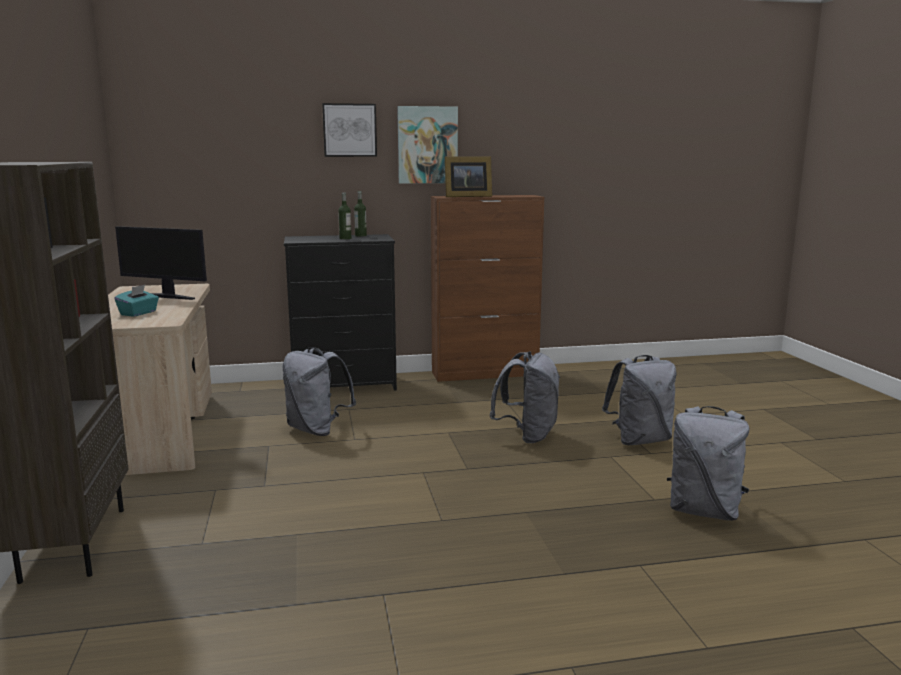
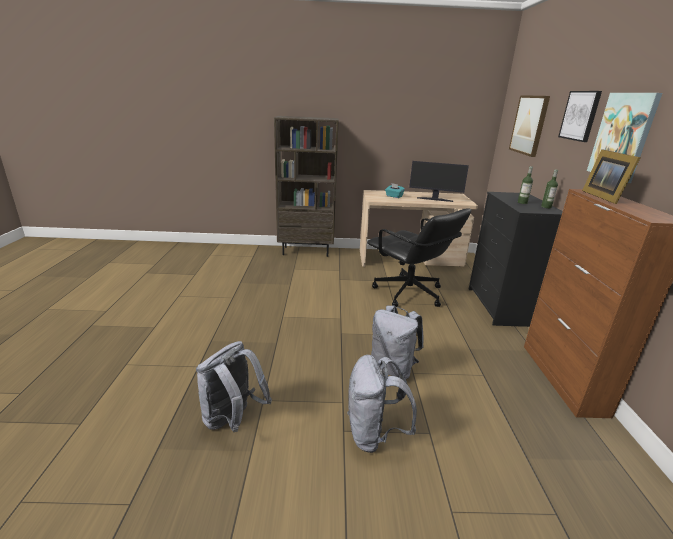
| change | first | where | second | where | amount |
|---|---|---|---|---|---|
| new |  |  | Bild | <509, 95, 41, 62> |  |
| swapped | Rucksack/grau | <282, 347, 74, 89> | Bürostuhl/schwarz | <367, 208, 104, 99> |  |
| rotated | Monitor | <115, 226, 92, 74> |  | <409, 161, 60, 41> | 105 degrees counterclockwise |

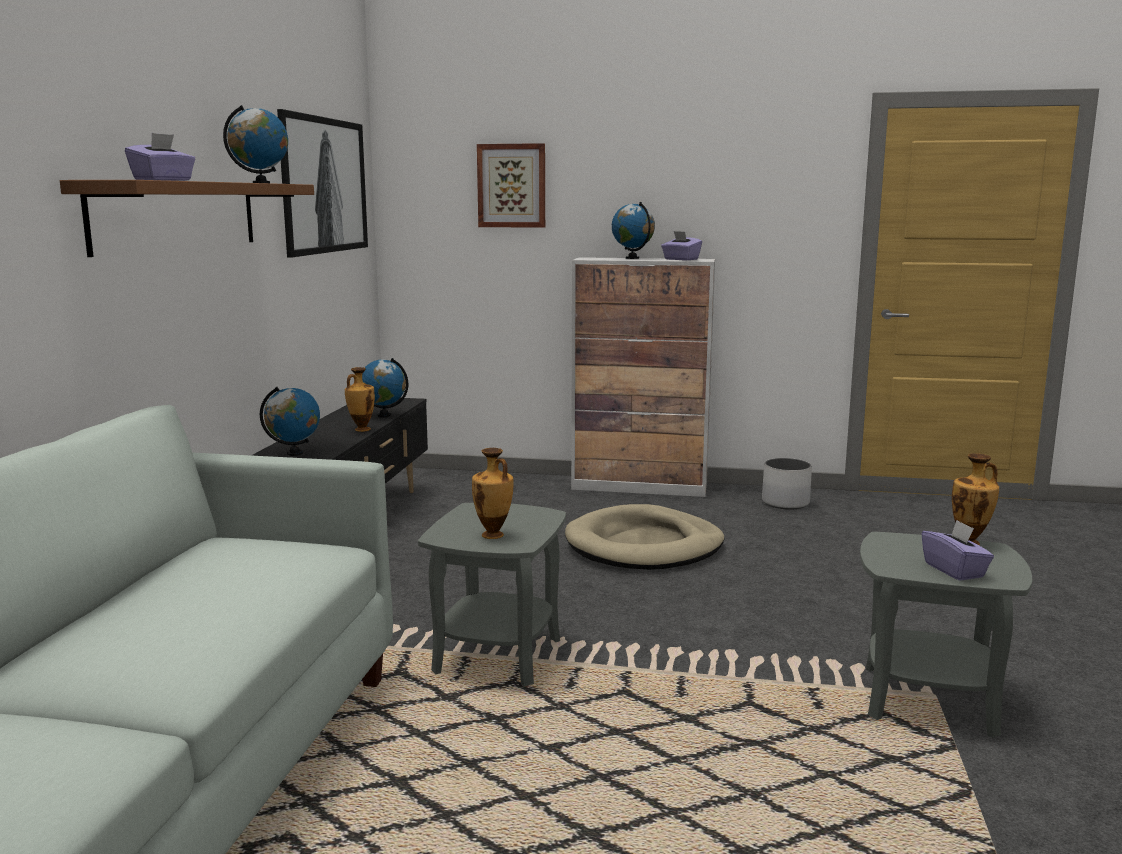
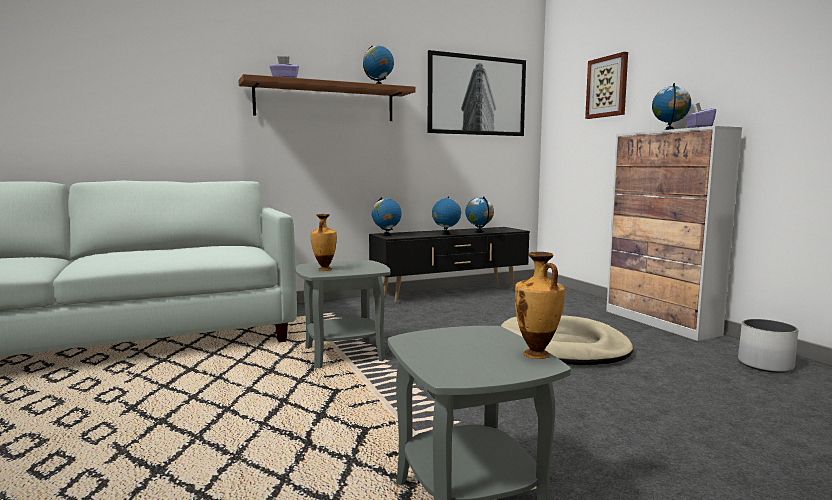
| change | first | where | second | where | amount |
|---|---|---|---|---|---|
| gone | Taschentuchbox/lila | <921, 520, 73, 61> |  |  |  |
| swapped | Vase | <345, 367, 30, 65> | Globus | <432, 196, 29, 39> |  |

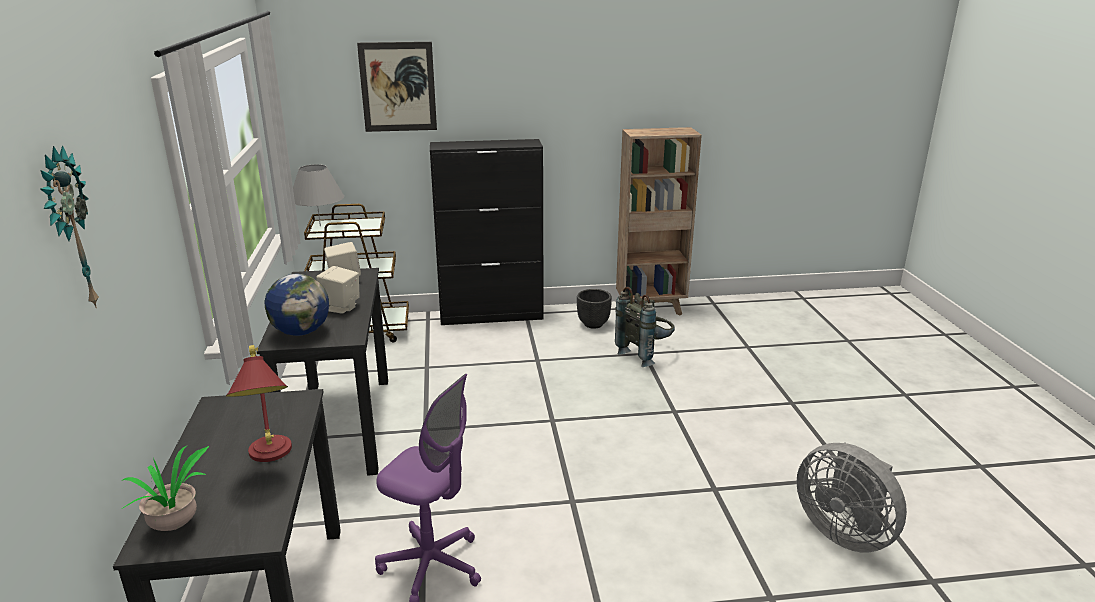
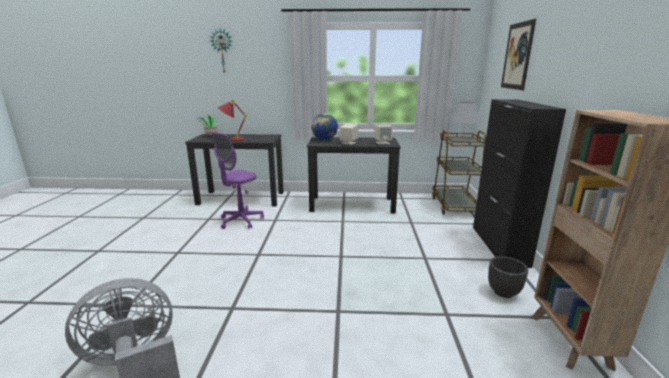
| change | first | where | second | where | amount |
|---|---|---|---|---|---|
| gone | Rucksack/grau | <615, 287, 60, 80> |  |  |  |

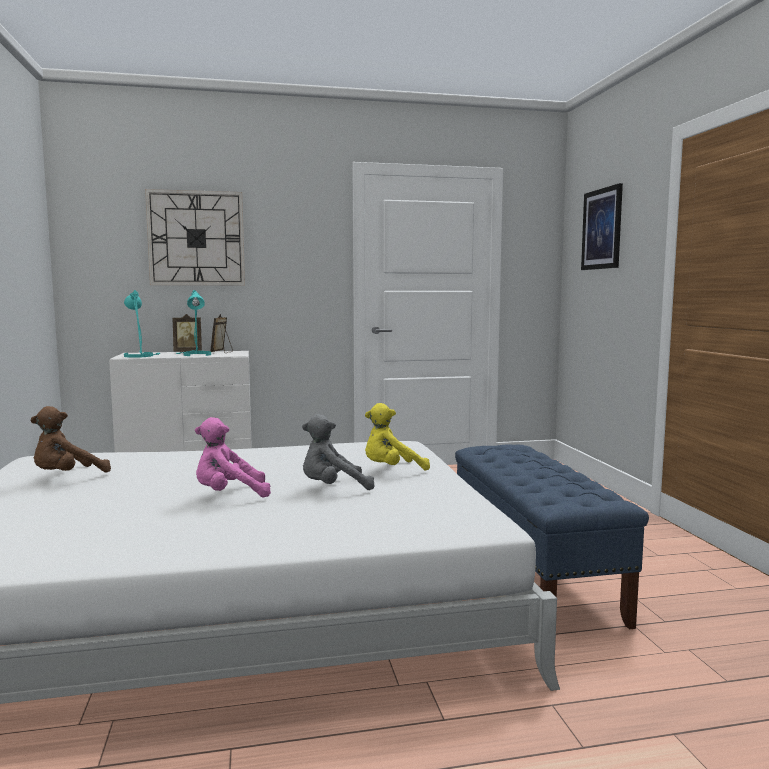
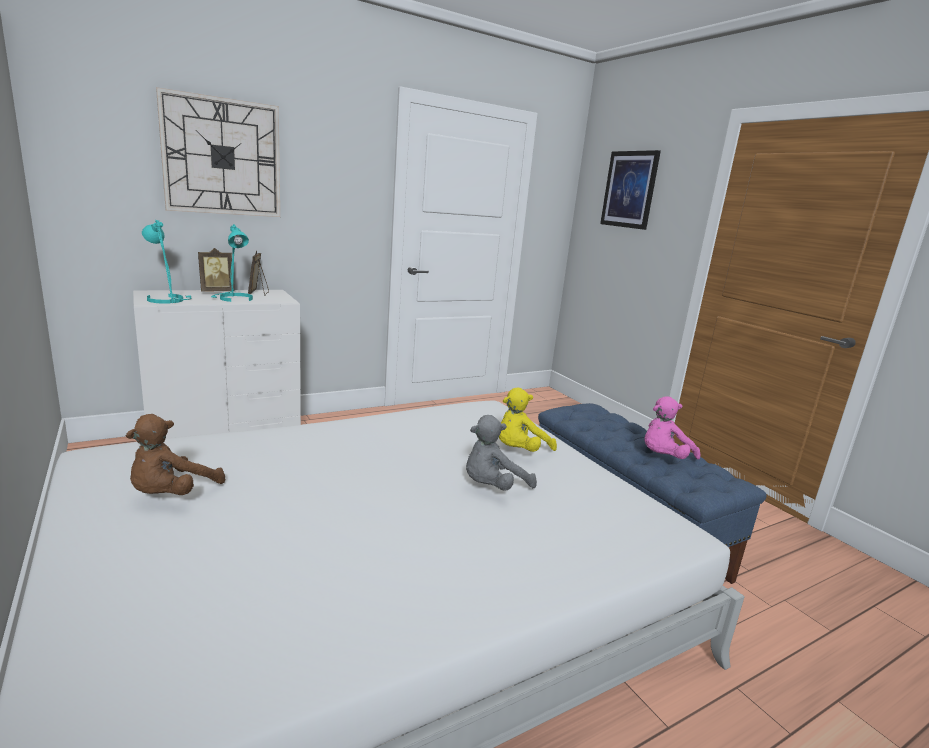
| change | first | where | second | where | amount |
|---|---|---|---|---|---|
| shifted | Plüschtier/rosa | <195, 417, 76, 80> |  | <644, 396, 57, 63> |  |

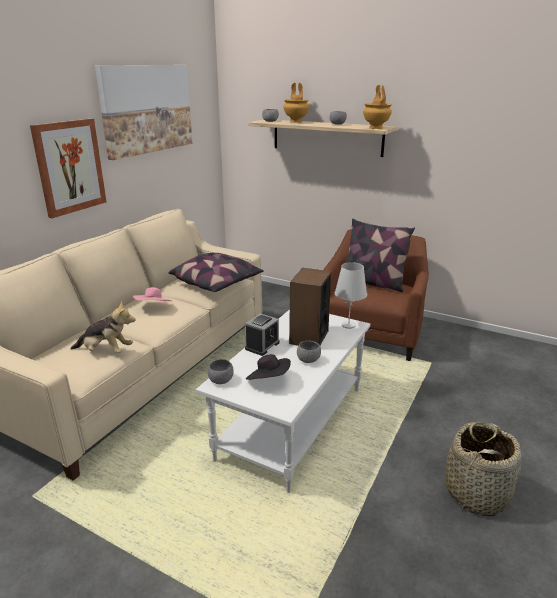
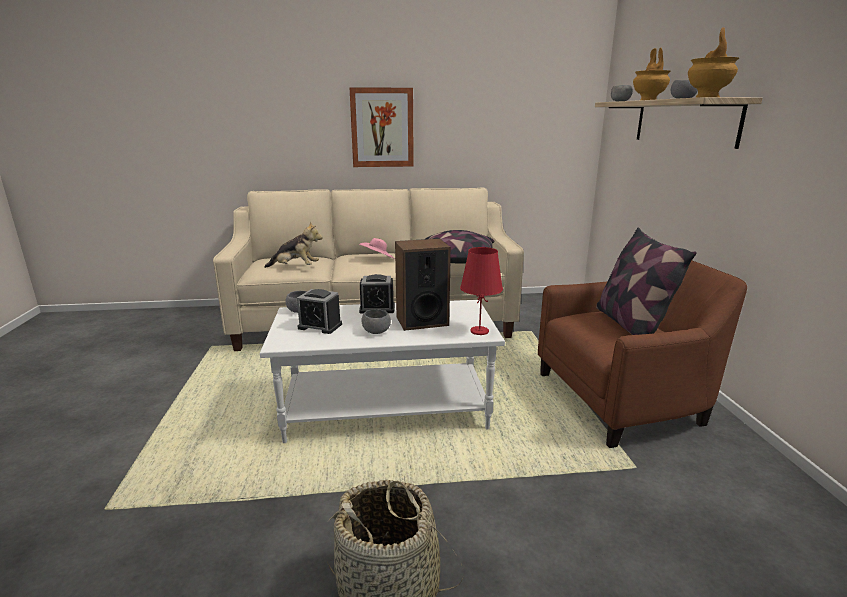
| change | first | where | second | where | amount |
|---|---|---|---|---|---|
| gone | Bild | <95, 65, 97, 95> |  |  |  |
| swapped | Hut/schwarz | <246, 354, 45, 26> | Wecker | <297, 289, 45, 45> |  |
| repainted | Tischlampe/weiß | <335, 262, 32, 67> | Tischlampe/rot | <460, 247, 43, 88> |  |
| rotated | Plüschtier | <71, 301, 65, 52> |  | <264, 222, 59, 46> | 60 degrees counterclockwise |

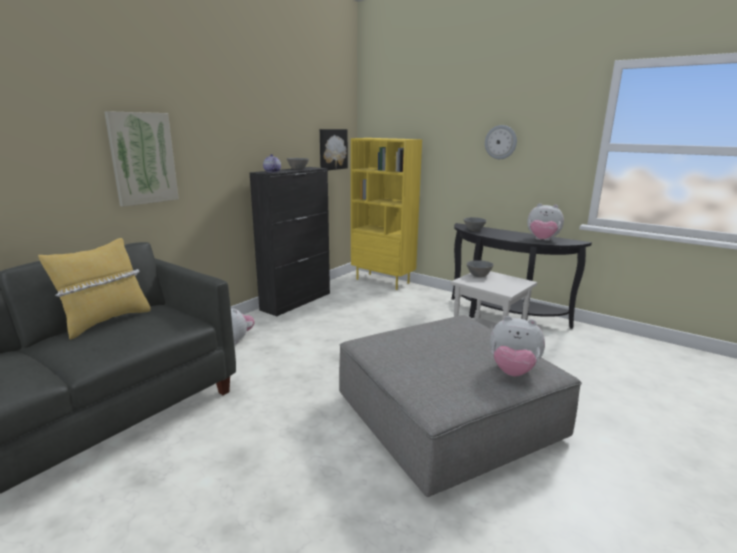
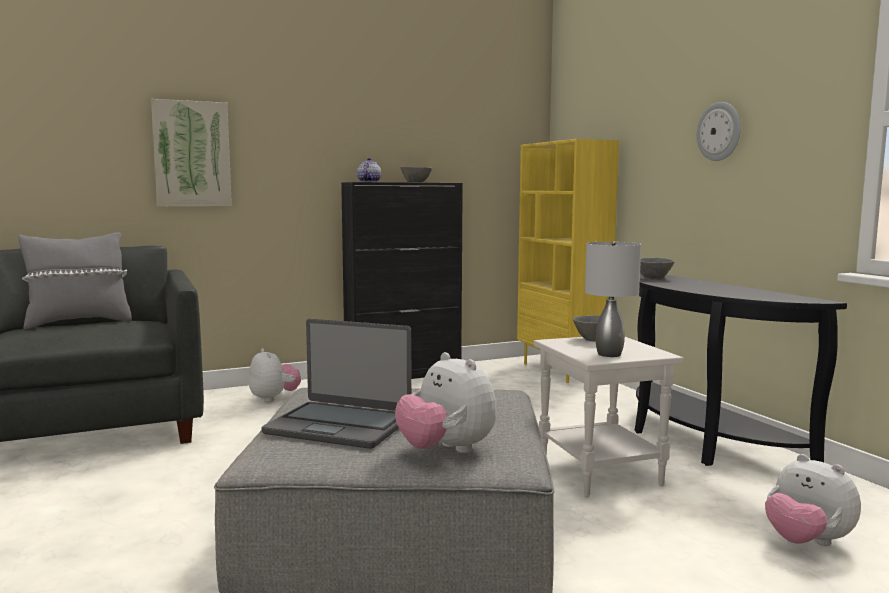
| change | first | where | second | where | amount |
|---|---|---|---|---|---|
| gone | Bild | <320, 129, 28, 41> |  |  |  |
| new |  |  | Laptop | <262, 319, 150, 130> |  |
| new |  |  | Tischlampe/grau | <585, 242, 56, 115> |  |
| shifted | Plüschtier | <527, 203, 37, 38> |  | <765, 454, 96, 92> |  |
| repainted | Kissen/gelb | <38, 238, 113, 102> | Kissen/grau | <18, 232, 114, 98> |  |

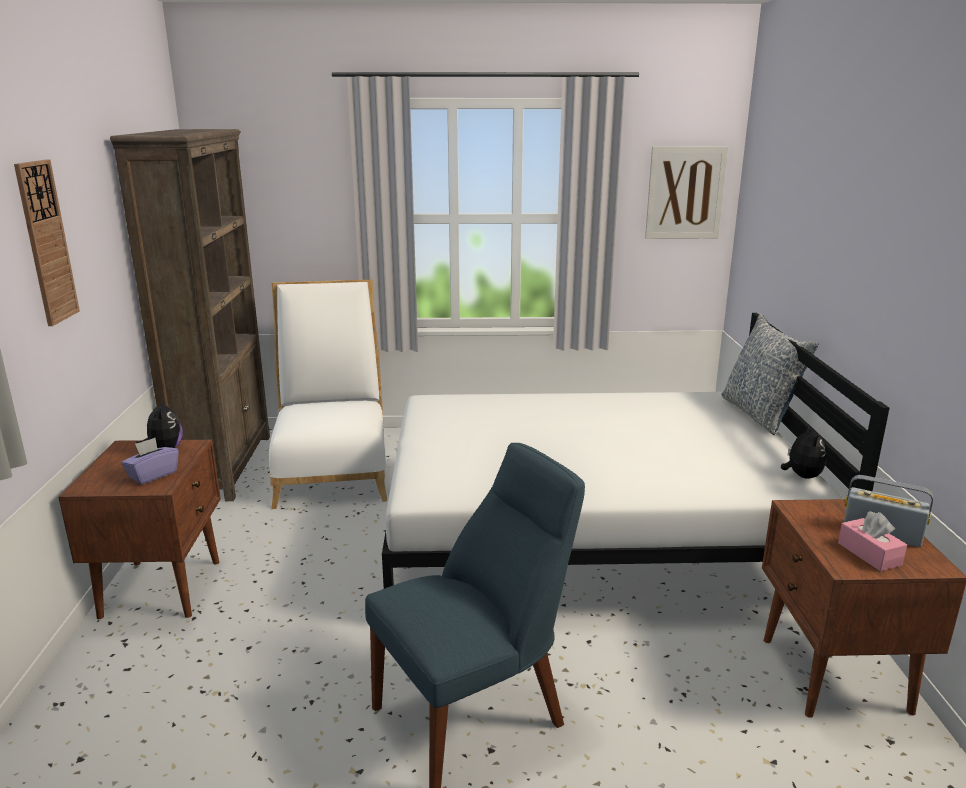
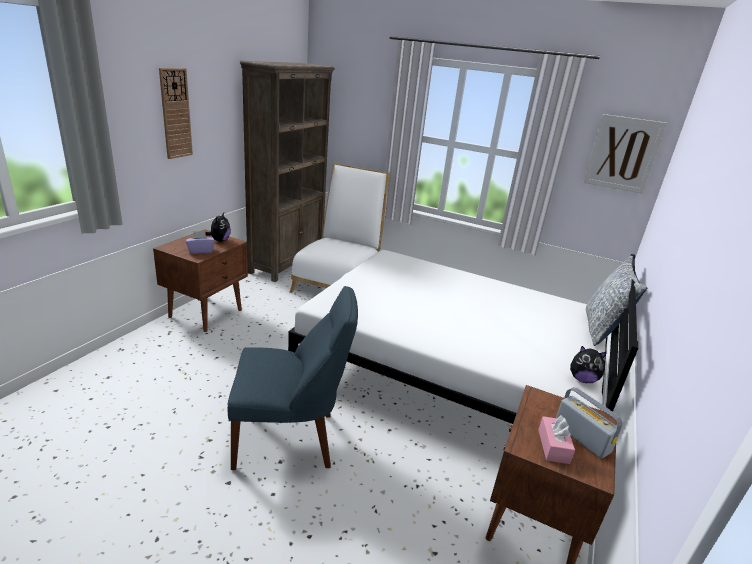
| change | first | where | second | where | amount |
|---|---|---|---|---|---|
| rotated | Plüschtier | <781, 424, 46, 55> |  | <570, 346, 37, 37> | 75 degrees clockwise |

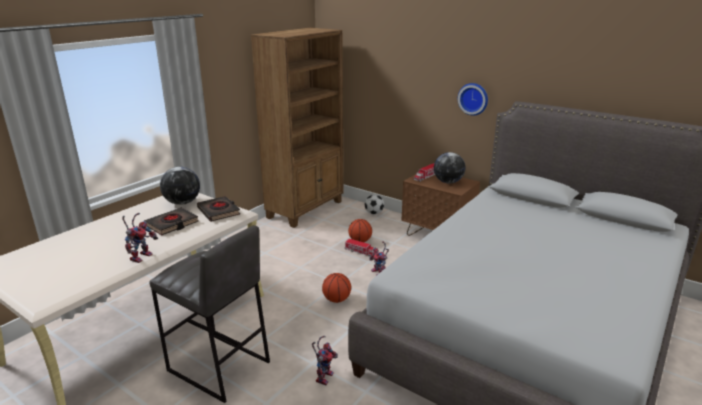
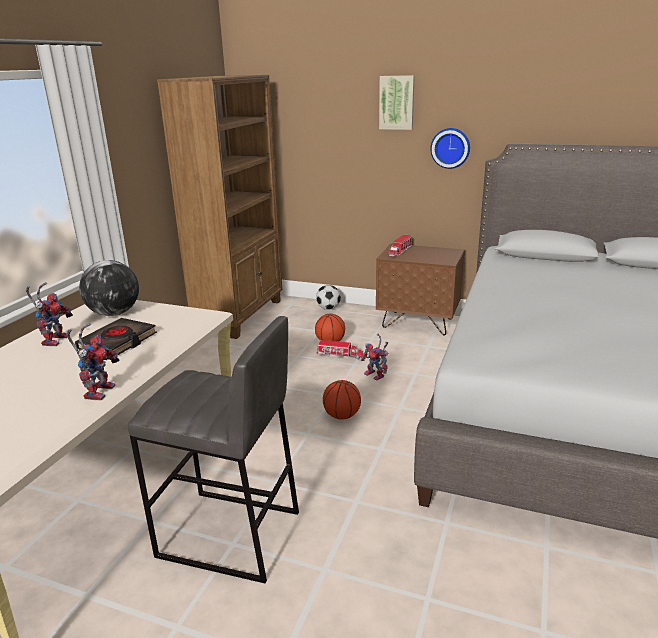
| change | first | where | second | where | amount |
|---|---|---|---|---|---|
| gone | Buch/schwarz | <197, 196, 43, 26> |  |  |  |
| gone | Globus | <434, 152, 31, 32> |  |  |  |
| new |  |  | Bild | <379, 75, 36, 55> |  |
| shifted | Spielzeugroboter | <312, 336, 26, 49> |  | <26, 282, 47, 64> |  |

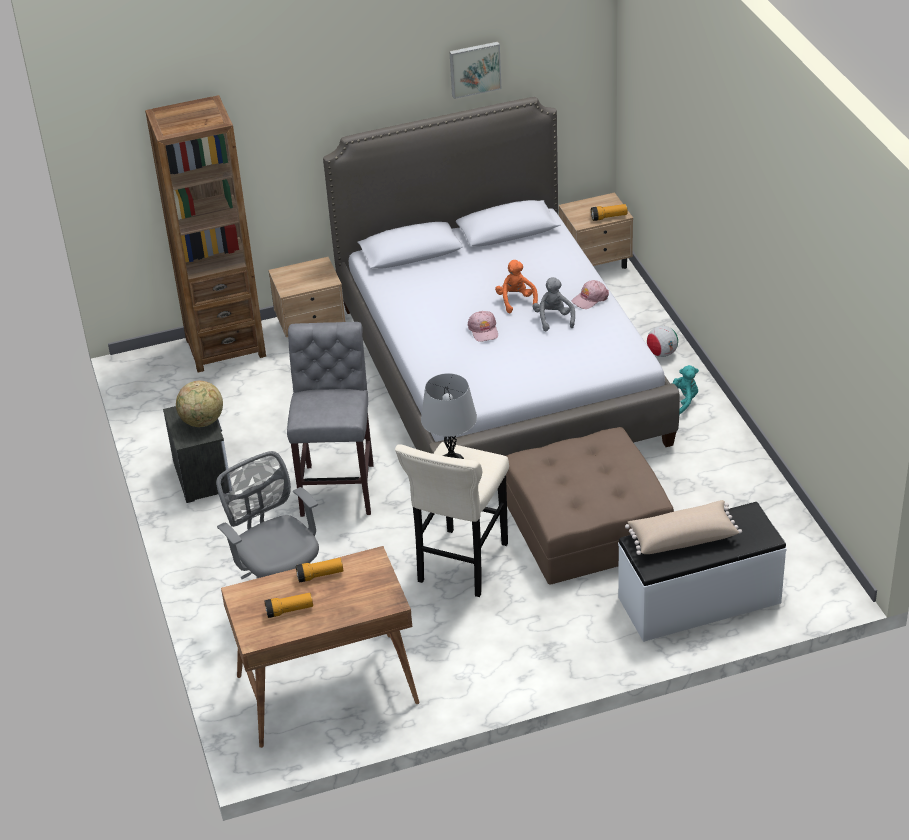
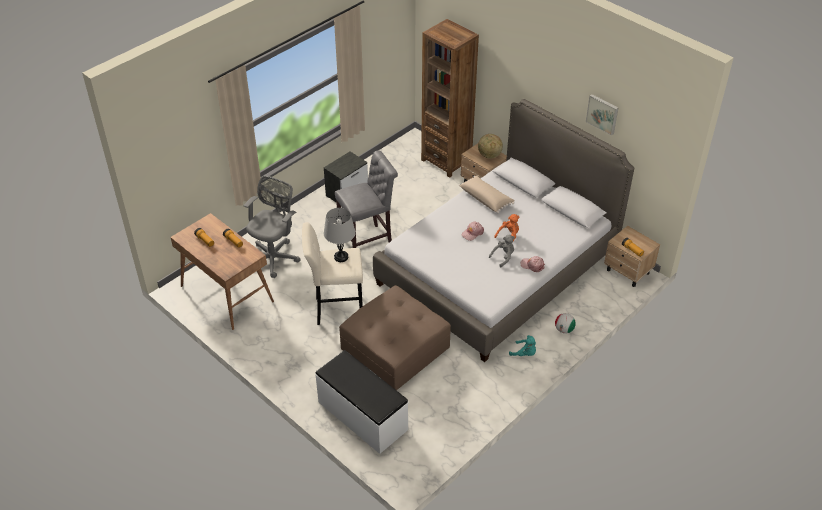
| change | first | where | second | where | amount |
|---|---|---|---|---|---|
| shifted | Globus | <176, 381, 47, 46> |  | <478, 134, 25, 25> |  |
| shifted | Kissen/beige | <625, 500, 117, 55> |  | <459, 176, 56, 37> |  |

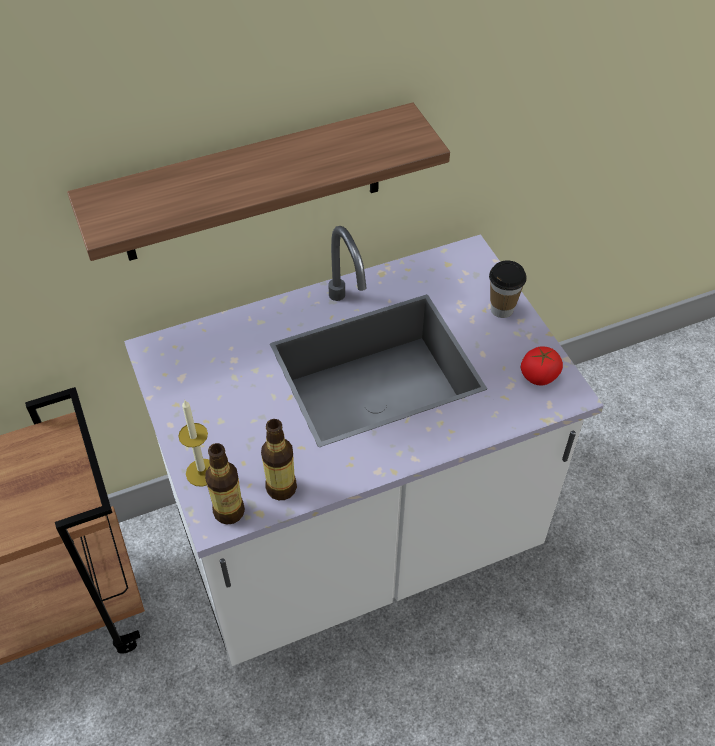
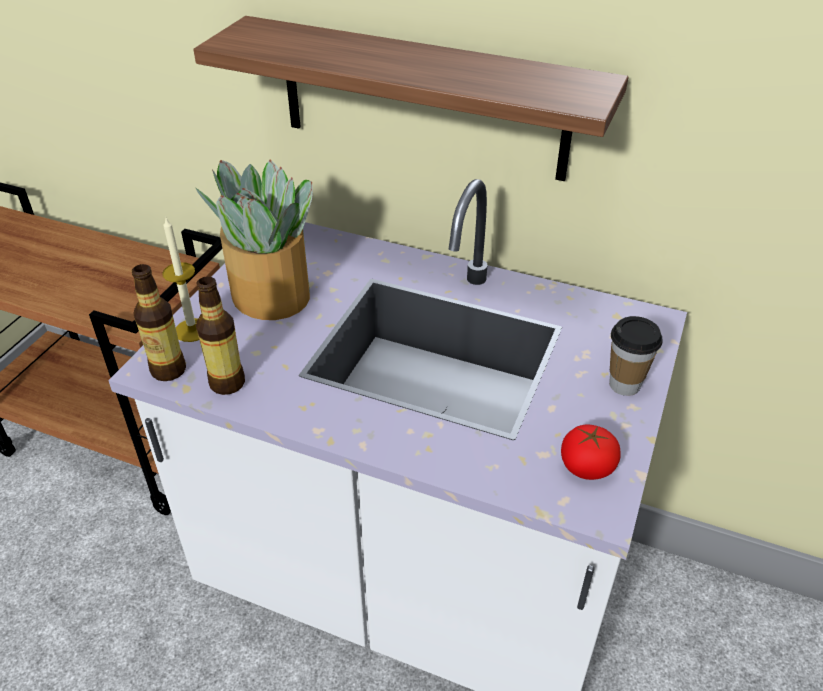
| change | first | where | second | where | amount |
|---|---|---|---|---|---|
| new |  |  | Topfpflanze | <195, 160, 118, 160> |  |

